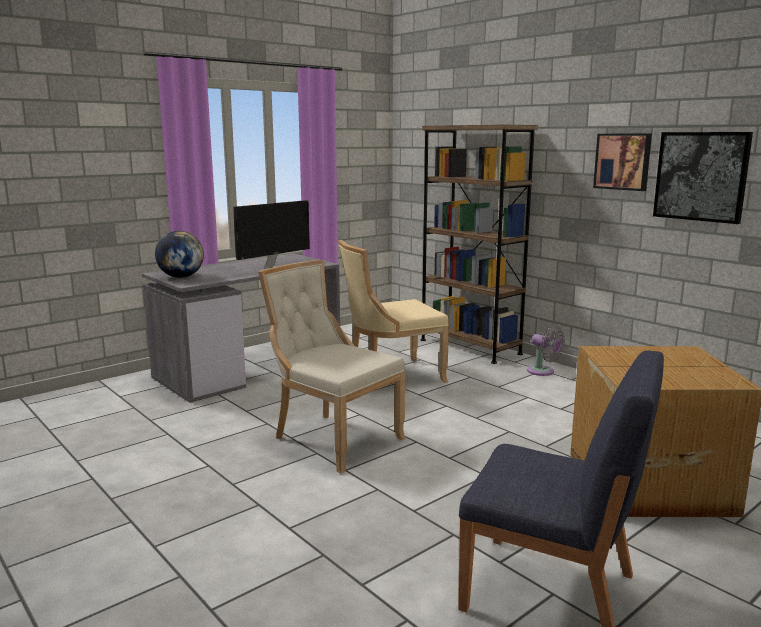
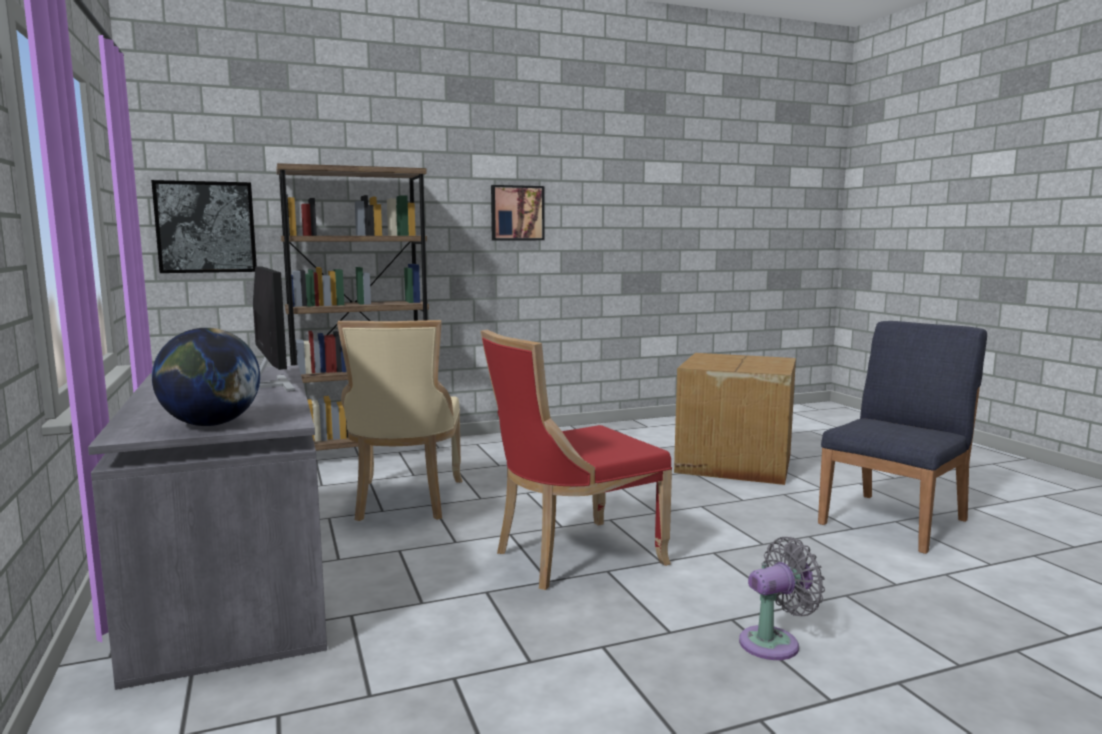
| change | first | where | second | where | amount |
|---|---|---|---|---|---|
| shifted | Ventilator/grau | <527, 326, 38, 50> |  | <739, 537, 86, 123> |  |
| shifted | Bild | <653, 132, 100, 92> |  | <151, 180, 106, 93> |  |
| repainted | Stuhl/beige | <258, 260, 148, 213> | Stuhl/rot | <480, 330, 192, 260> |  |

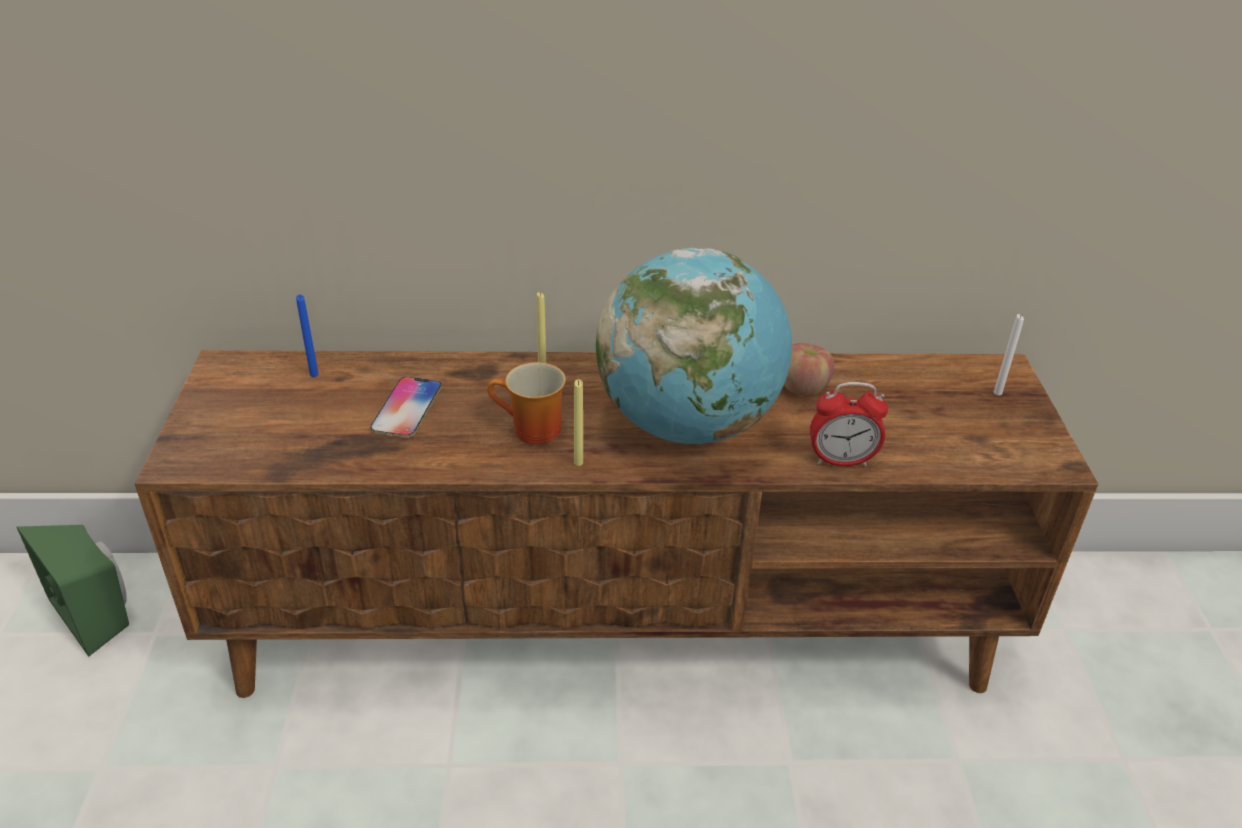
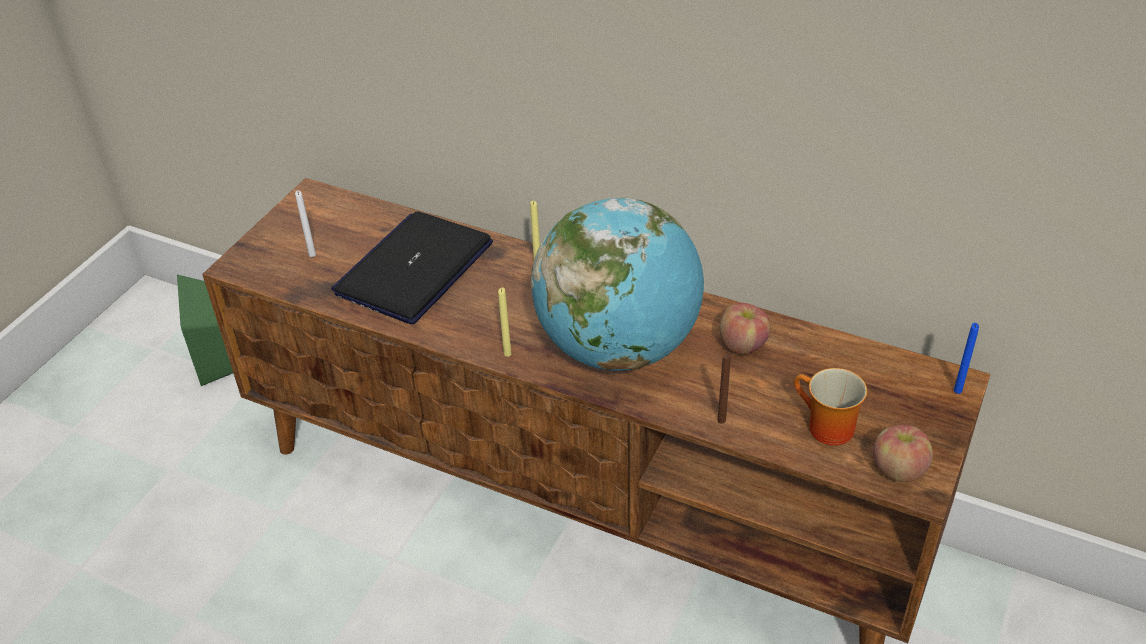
| change | first | where | second | where | amount |
|---|---|---|---|---|---|
| new |  |  | Apfel | <873, 425, 60, 57> |  |
| shifted | Kerze/blau | <296, 294, 23, 83> |  | <954, 323, 25, 71> |  |
| shifted | Henkelbecher | <487, 362, 79, 82> |  | <794, 368, 73, 78> |  |
| shifted | Kerze/weiß | <994, 314, 30, 81> |  | <295, 191, 21, 66> |  |
| swapped | Handy | <370, 377, 72, 61> | Laptop | <331, 211, 162, 113> |  |
| swapped | Wecker | <810, 382, 78, 84> | Kerze/braun | <718, 354, 13, 70> |  |

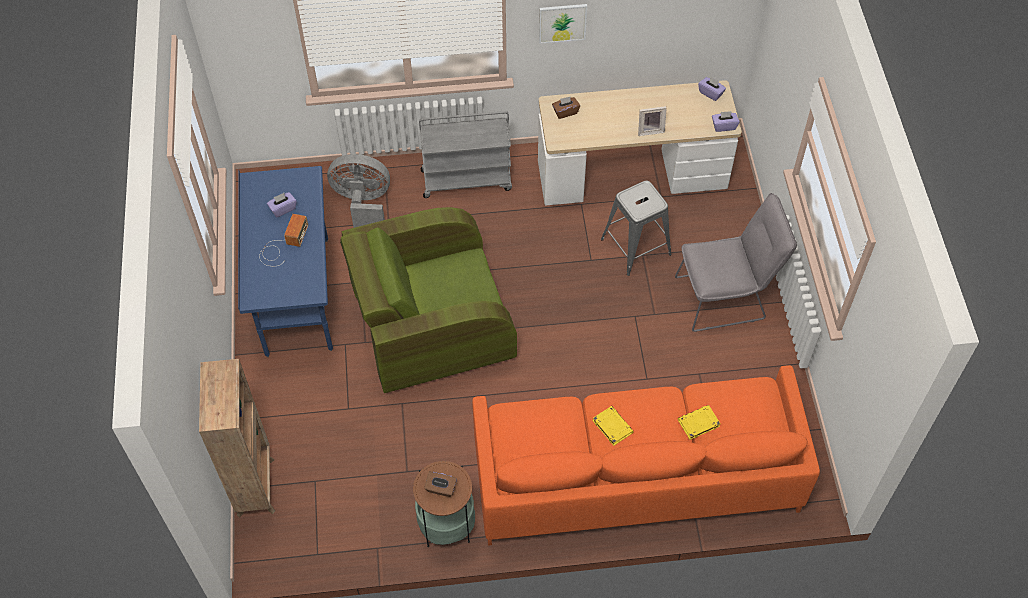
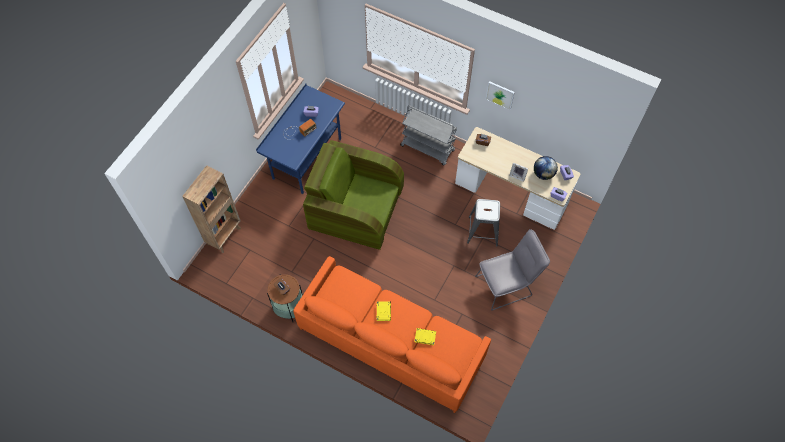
| change | first | where | second | where | amount |
|---|---|---|---|---|---|
| gone | Ventilator/grau | <327, 154, 63, 74> |  |  |  |
| new |  |  | Globus | <534, 156, 24, 24> |  |
| rotated | Stuhl/grau | <675, 193, 122, 139> |  | <475, 229, 75, 81> | 45 degrees counterclockwise |

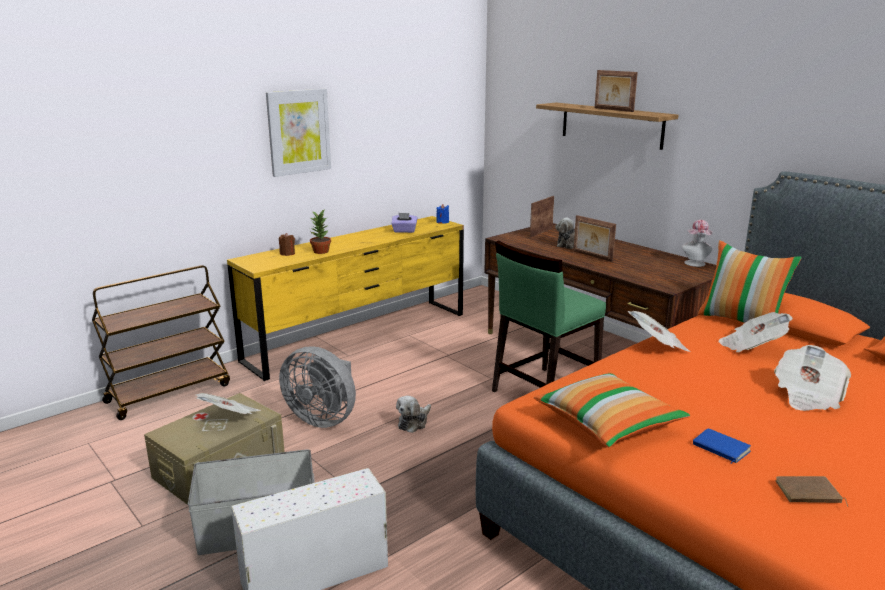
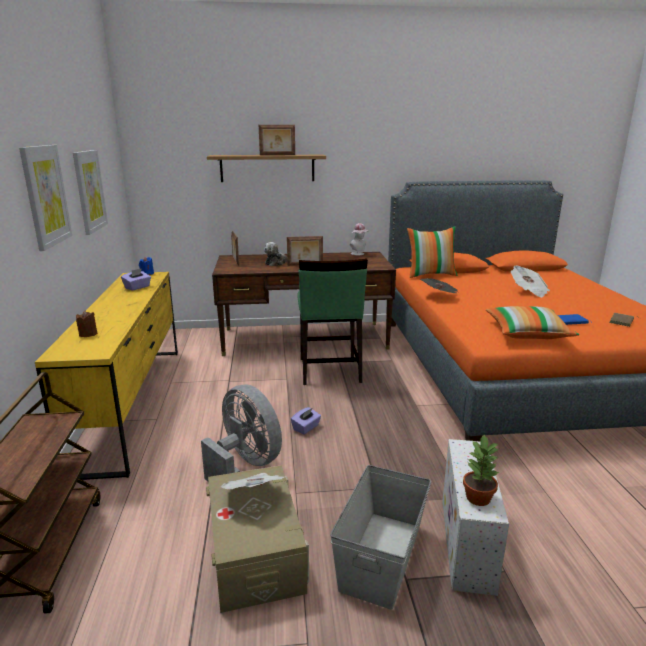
| change | first | where | second | where | amount |
|---|---|---|---|---|---|
| gone | Zeitung | <718, 312, 75, 40> |  |  |  |
| new |  |  | Bild | <73, 150, 35, 85> |  |
| shifted | Topfpflanze | <310, 210, 21, 44> |  | <463, 434, 36, 72> |  |
| swapped | Plüschtier | <396, 396, 35, 37> | Taschentuchbox/lila | <291, 407, 30, 27> |  |
| rotated | Ventilator/grau | <279, 346, 77, 82> |  | <201, 384, 81, 98> | 105 degrees counterclockwise |

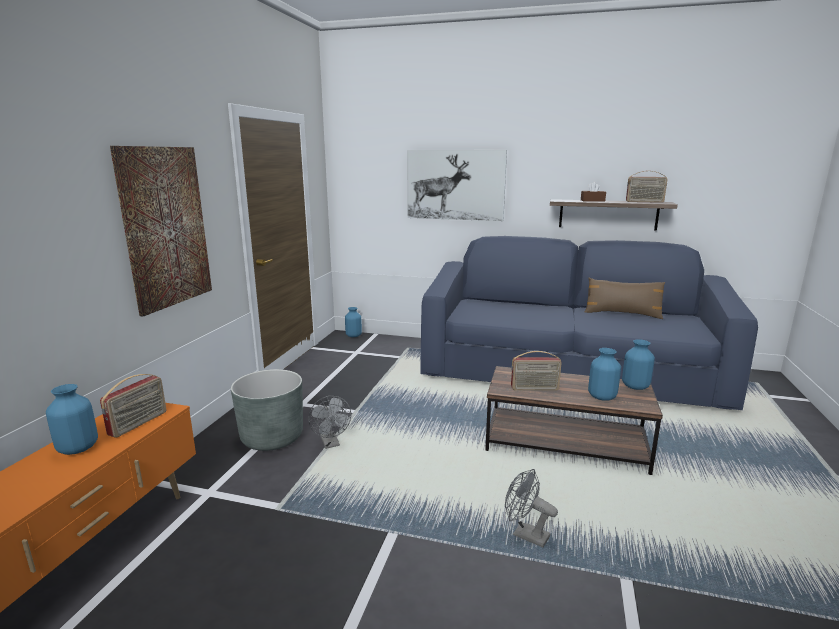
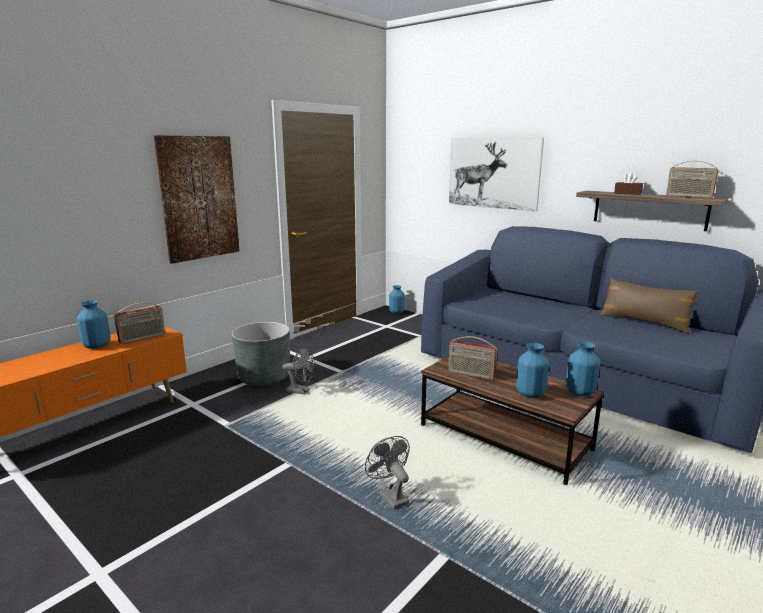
| change | first | where | second | where | amount |
|---|---|---|---|---|---|
| rotated | Ventilator/grau | <309, 396, 42, 53> |  | <282, 348, 34, 47> | 75 degrees counterclockwise |

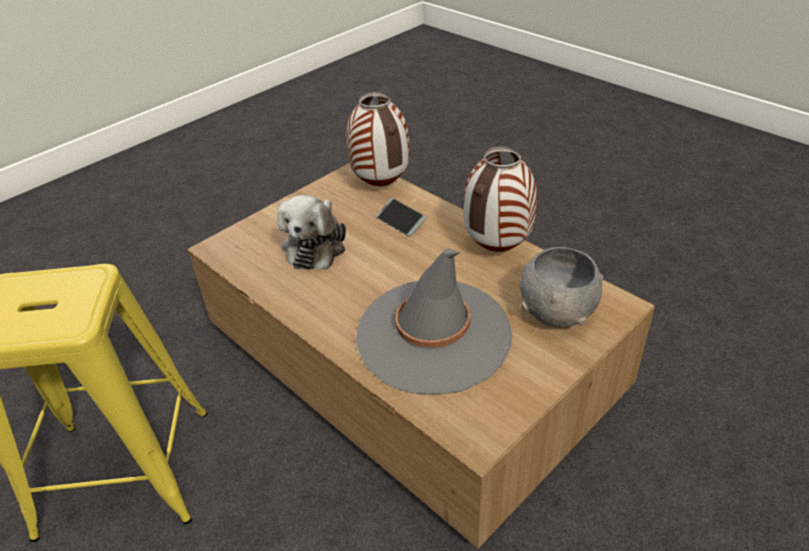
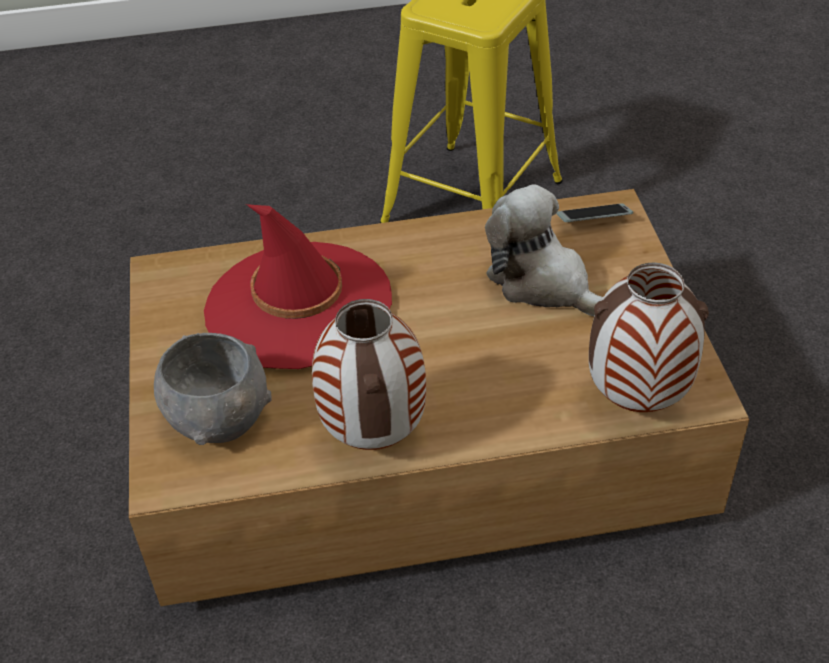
| change | first | where | second | where | amount |
|---|---|---|---|---|---|
| shifted | Handy | <376, 198, 50, 39> |  | <556, 203, 77, 19> |  |
| repainted | Hut/grau | <356, 248, 156, 146> | Hut/rot | <204, 204, 188, 165> |  |

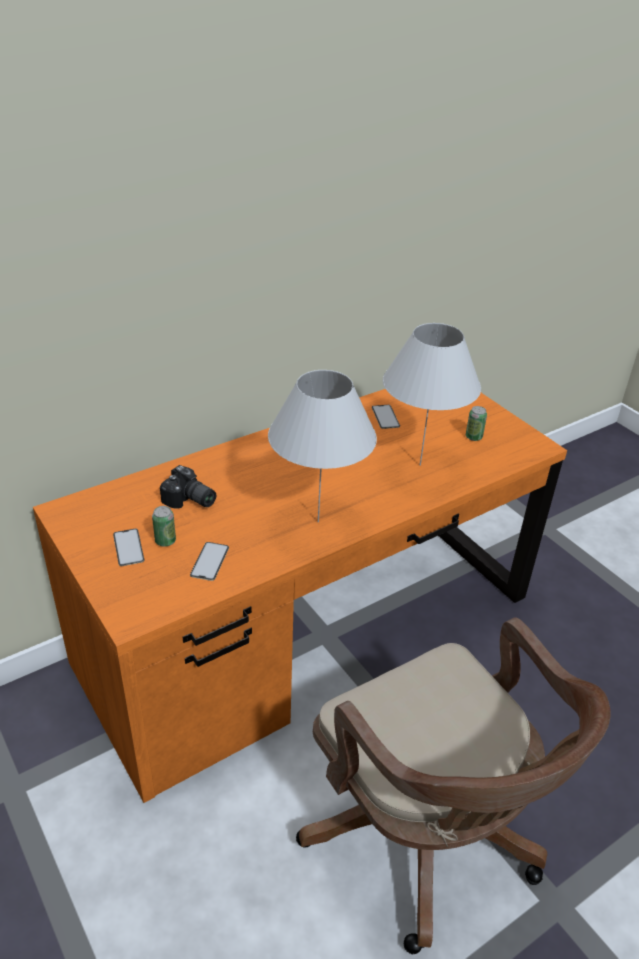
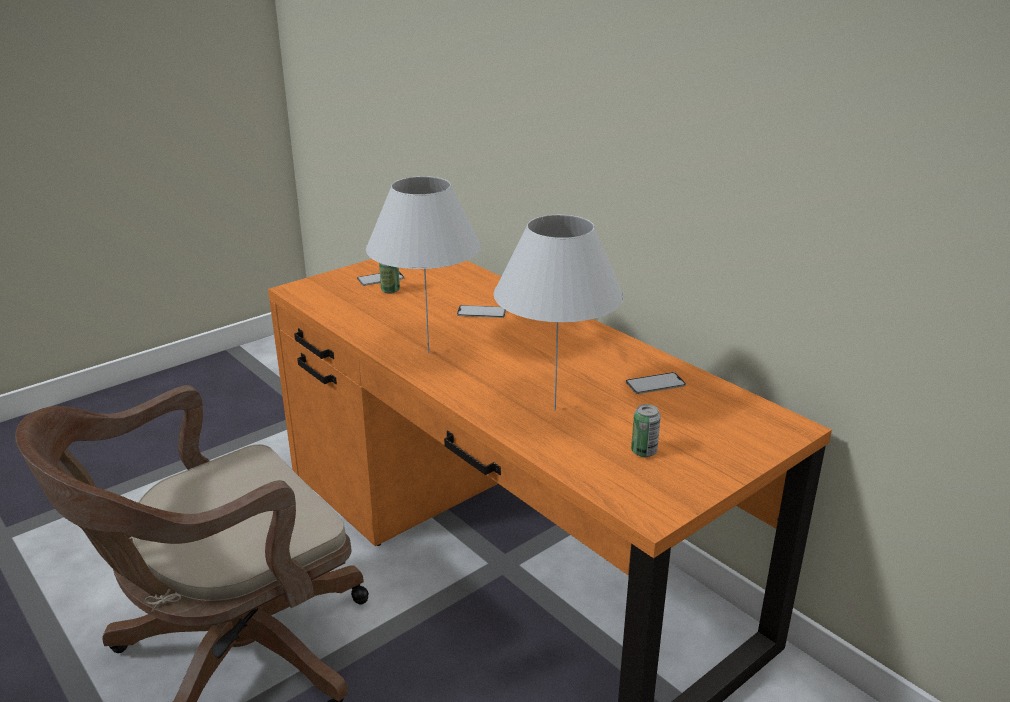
| change | first | where | second | where | amount |
|---|---|---|---|---|---|
| gone | Kamera | <160, 465, 56, 44> |  |  |  |
| shifted | Handy | <190, 542, 39, 39> |  | <457, 305, 49, 13> |  |

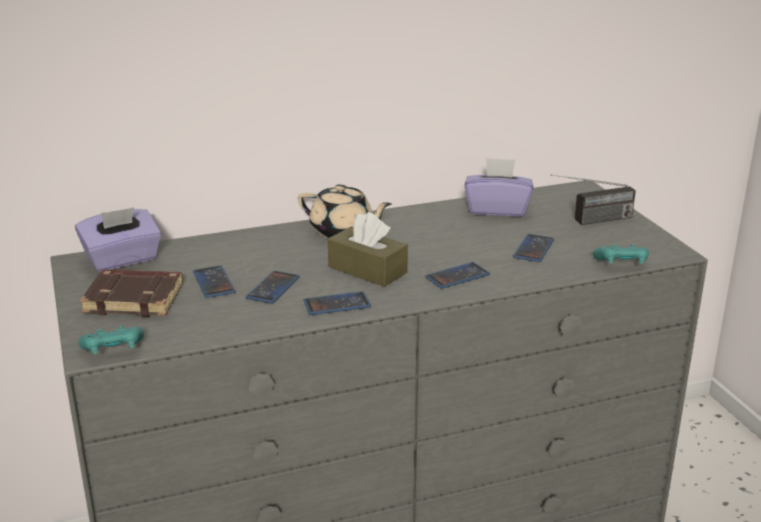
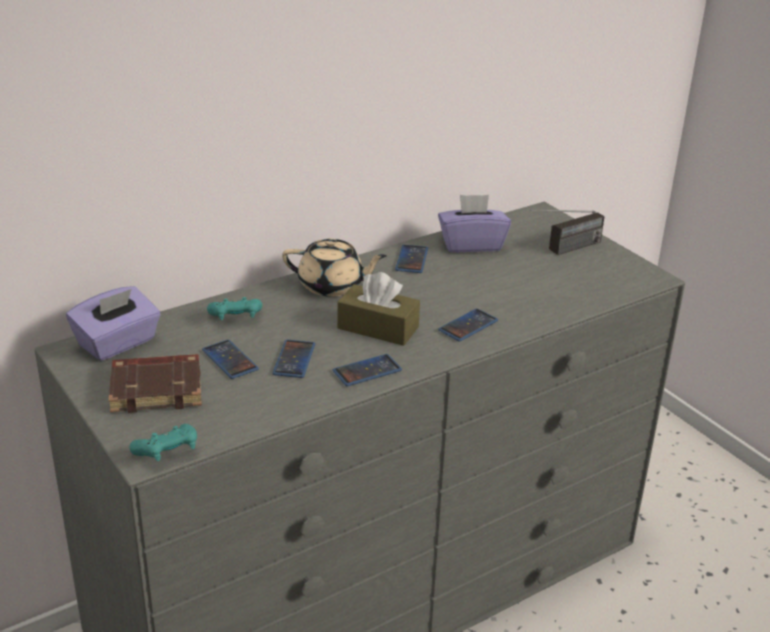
| change | first | where | second | where | amount |
|---|---|---|---|---|---|
| shifted | Handy | <513, 234, 41, 28> |  | <395, 244, 33, 29> |  |
| shifted | Gamepad/türkis | <593, 244, 56, 20> |  | <207, 297, 55, 23> |  |

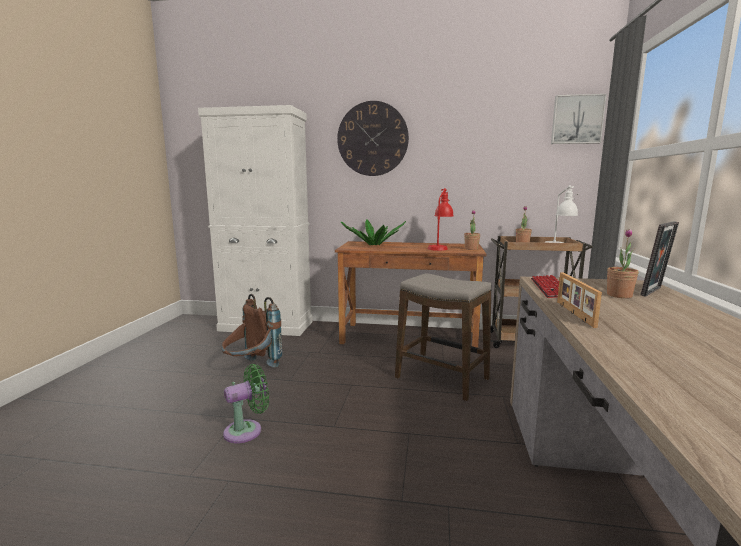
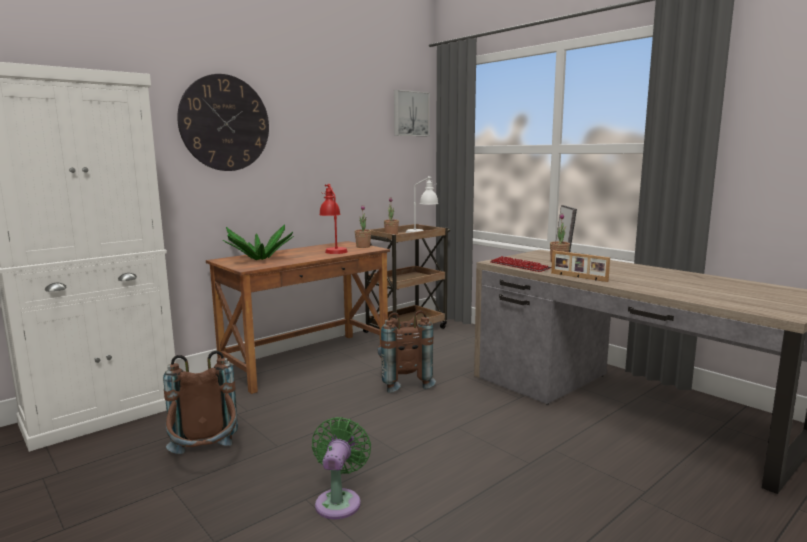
| change | first | where | second | where | amount |
|---|---|---|---|---|---|
| swapped | Hocker | <395, 273, 97, 128> | Rucksack/braun | <377, 310, 59, 83> |  |

